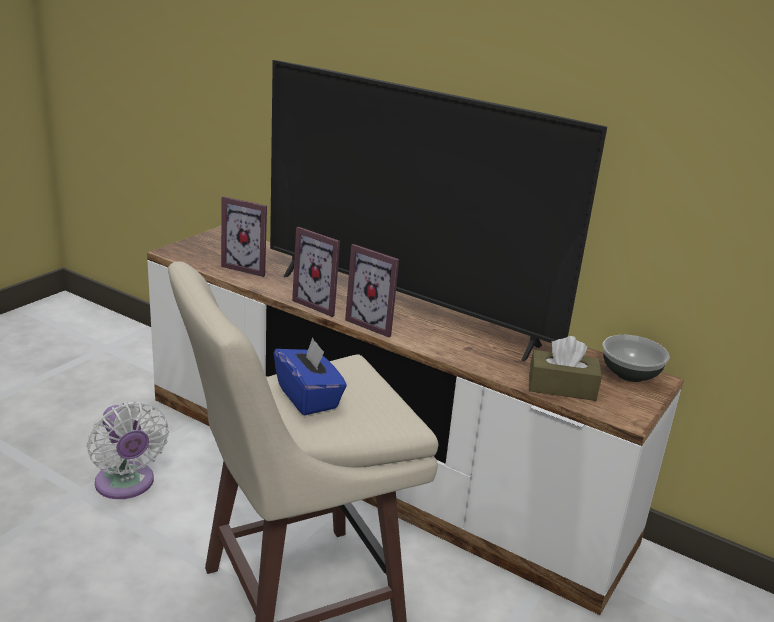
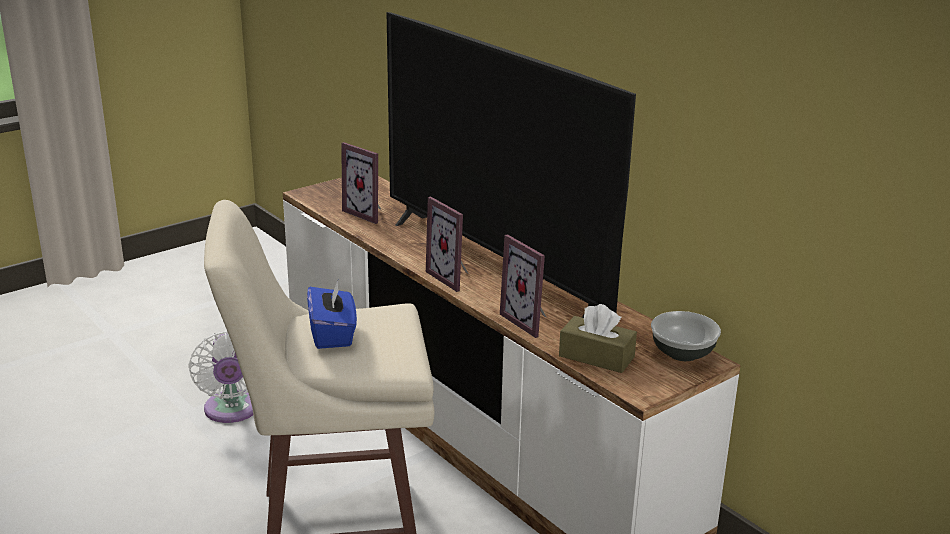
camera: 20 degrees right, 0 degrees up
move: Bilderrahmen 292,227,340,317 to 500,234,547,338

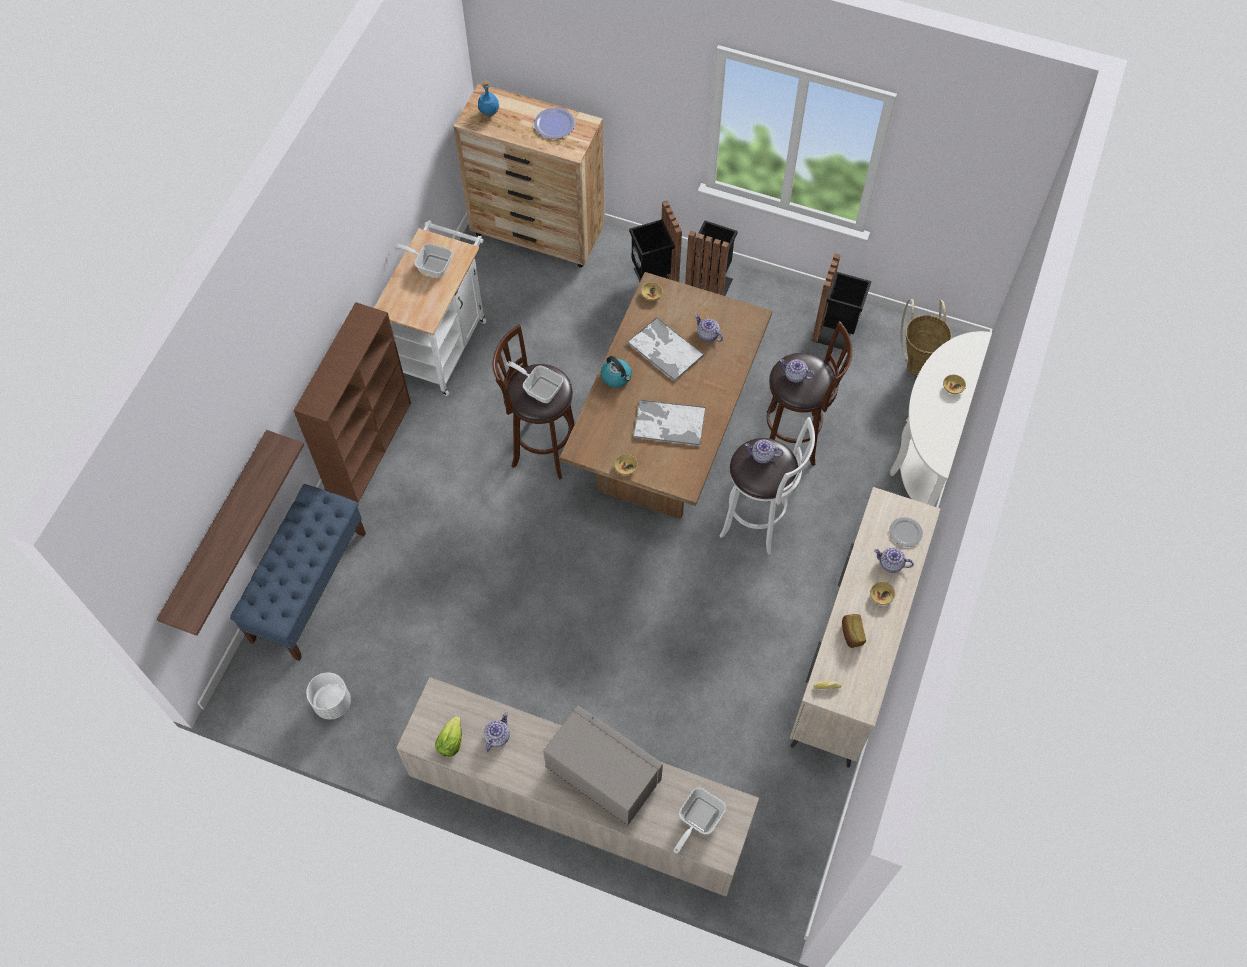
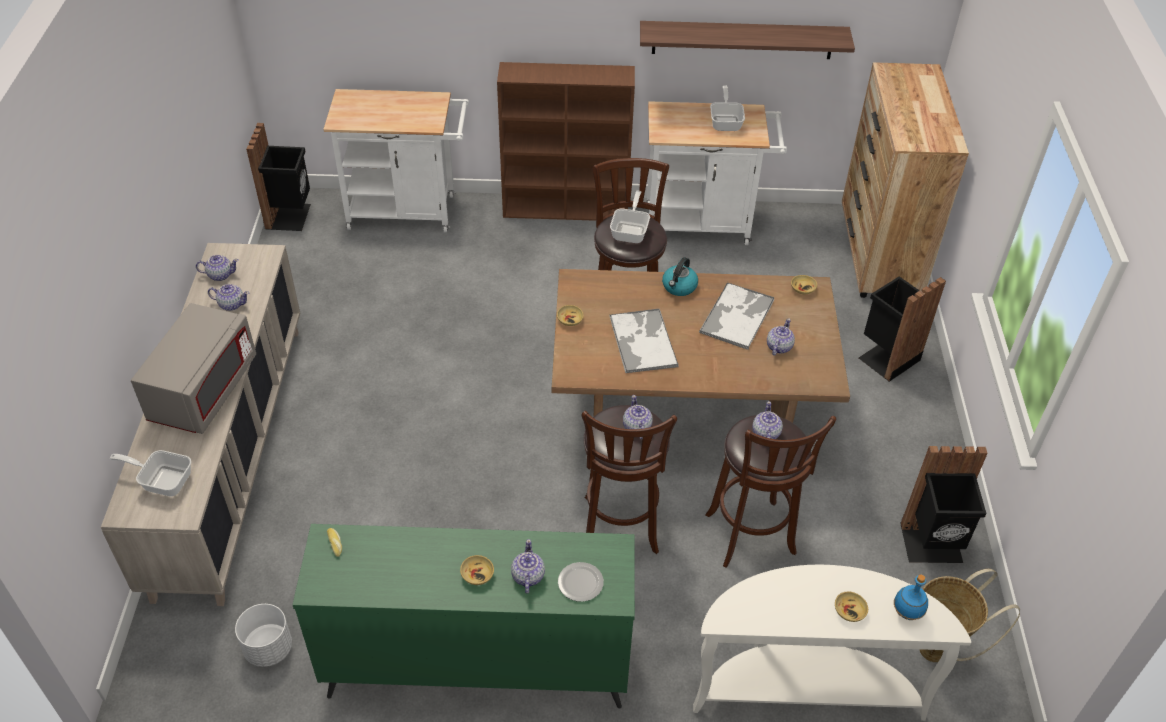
camera: 70 degrees right, 15 degrees down
delete: Teller 534,108,575,139; Brot 842,614,866,648
move: Pflanzkübel/weiß 306,672,351,719 to 235,604,292,667; Mülleimer/schwarz 685,221,738,296 to 246,123,311,231; Wandregal 157,430,304,636 to 640,21,855,59; Flasche/blau 478,81,499,117 to 894,575,928,620
replace: Salatkopf 435,716,462,757 to Teekanne 196,255,239,281; Bank/blau 230,484,366,661 to Rollwagen/weiß 323,89,469,233
recolor: Kommode/beige 790,487,940,768 to Kommode/grün 292,524,635,708; Hocker/weiß 719,417,815,555 to Hocker/braun 582,405,677,554

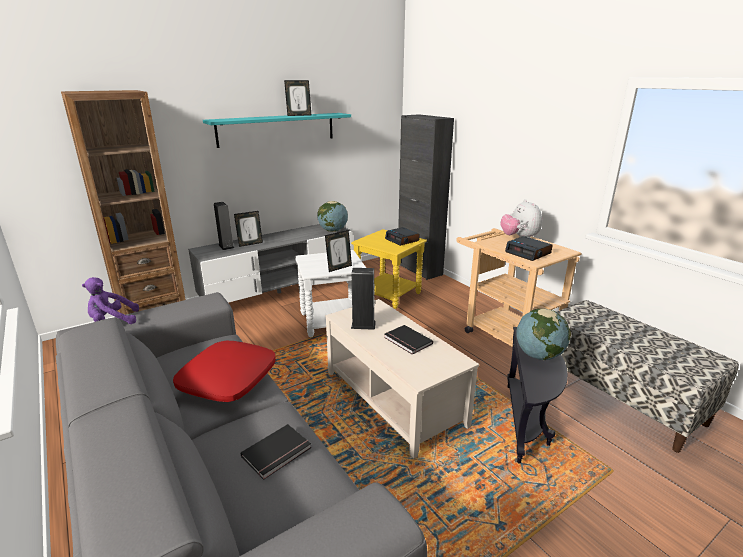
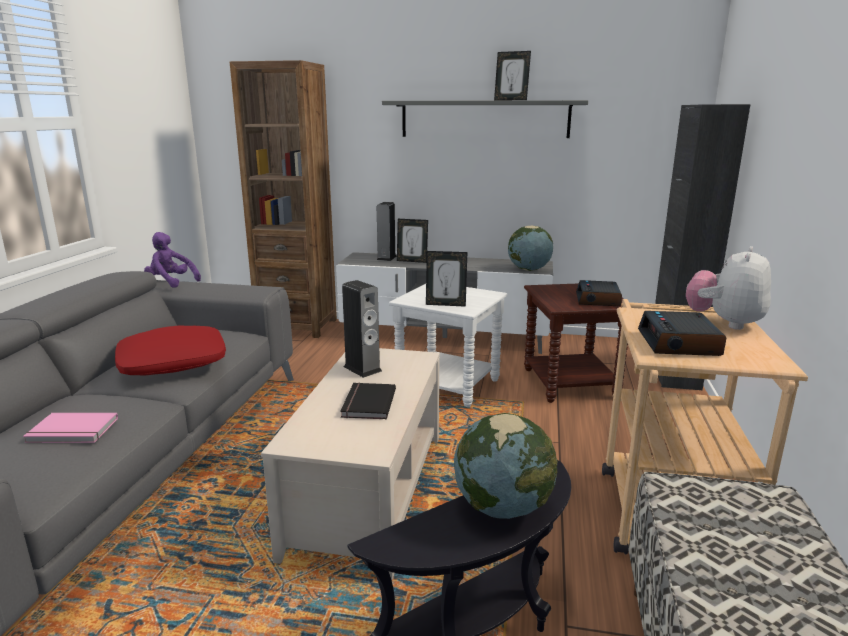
camera: 45 degrees right, 5 degrees down
recolor: Buch/schwarz 240,424,311,480 to Buch/rosa 23,413,118,443; Wandregal/türkis 203,113,351,148 to Wandregal/grau 382,100,588,138; Beistelltisch/gelb 351,229,427,309 to Beistelltisch/braun 524,283,628,403

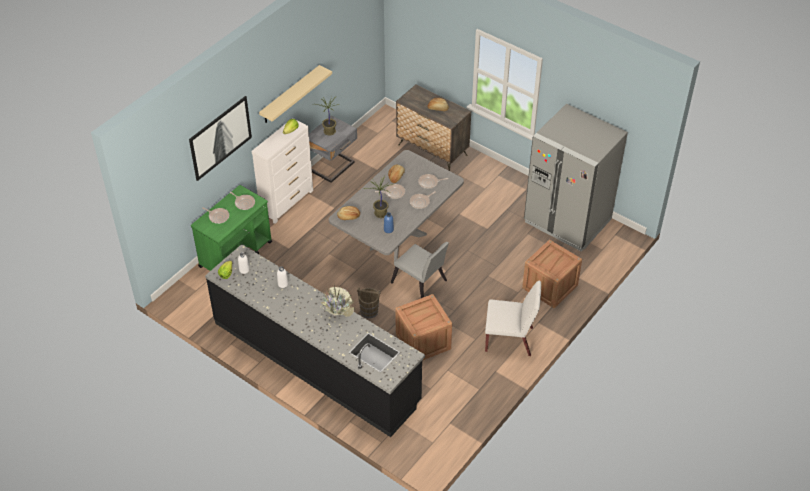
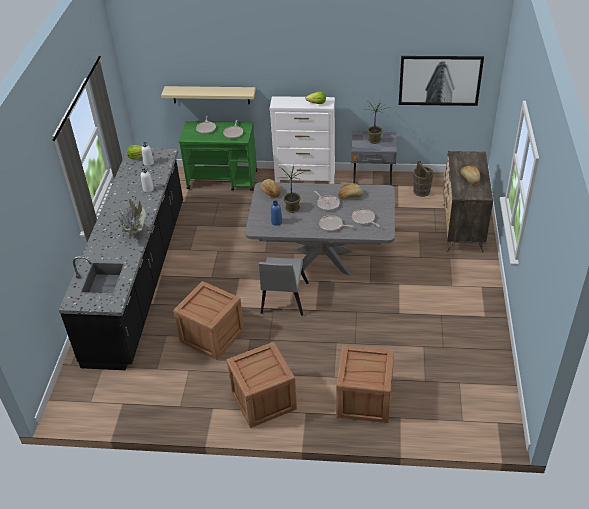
camera: 60 degrees right, 5 degrees down
delete: Kühlschrank/grau 524,103,628,252
move: Wandregal/beige 259,65,332,123 to 161,86,256,104; Bild 189,96,252,181 to 399,56,484,106; Eimer/braun 357,287,380,318 to 413,160,434,197
replace: Stuhl/weiß 485,280,541,356 to Kiste 227,342,297,428

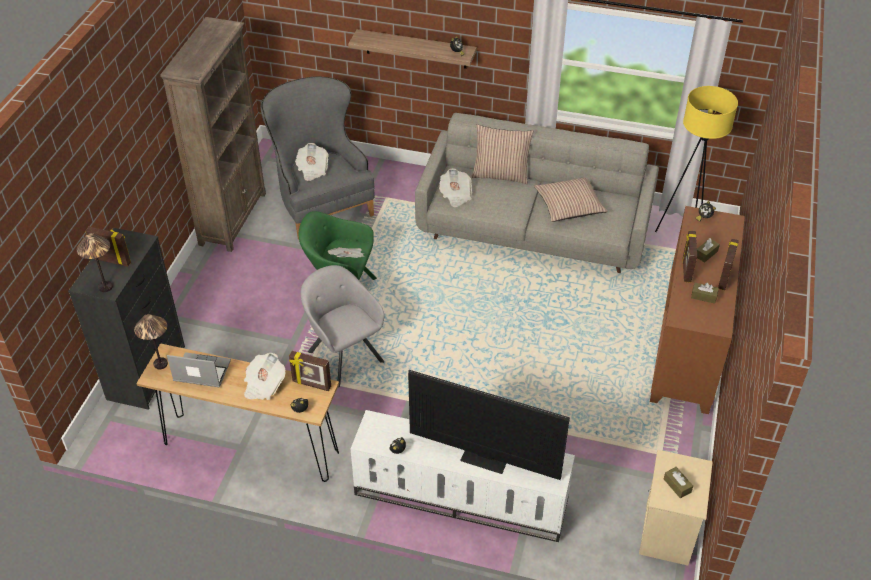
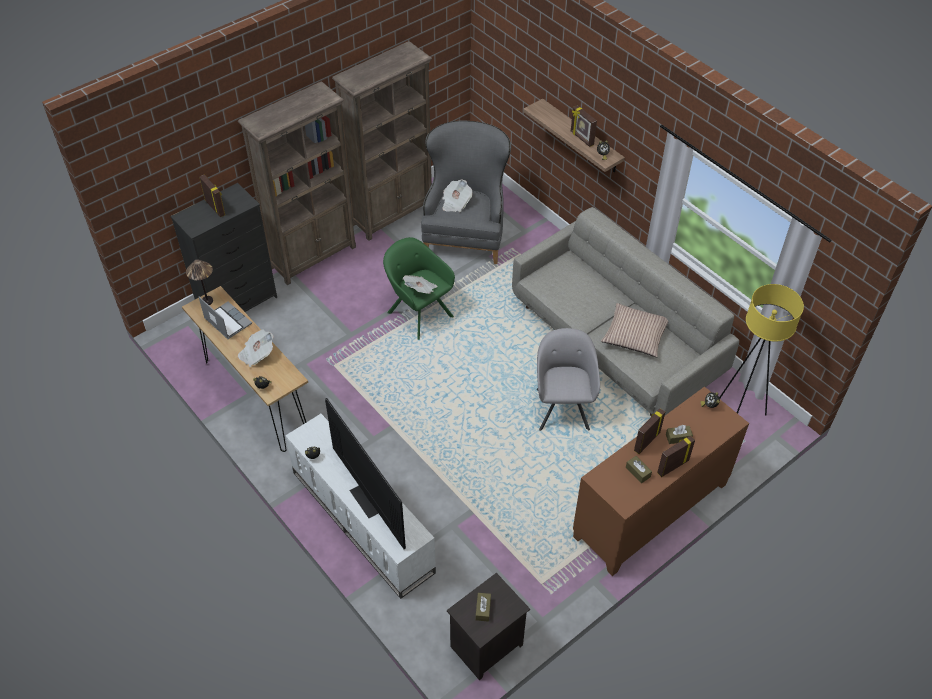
camera: 35 degrees right, 5 degrees up
delete: Tischlampe 77,233,113,292; Zeitung 439,168,472,207; Kissen 471,124,534,184
insert: Bücherregal/braun 238,81,356,285
move: Sessel/grau 301,265,385,388 to 537,328,600,431; Bilderrahmen 289,351,331,391 to 571,105,597,147
recolor: Nachttisch/beige 639,450,713,566 to Nachttisch/schwarz 447,573,530,680

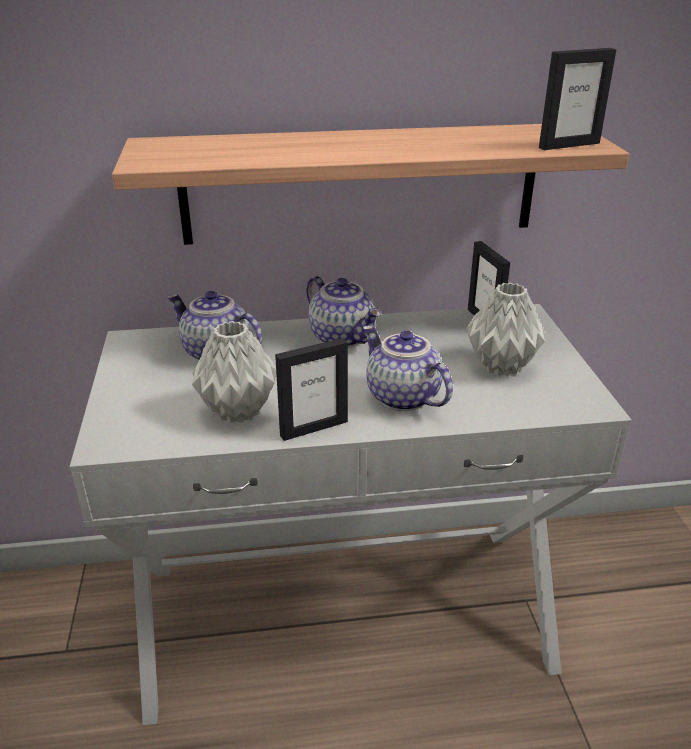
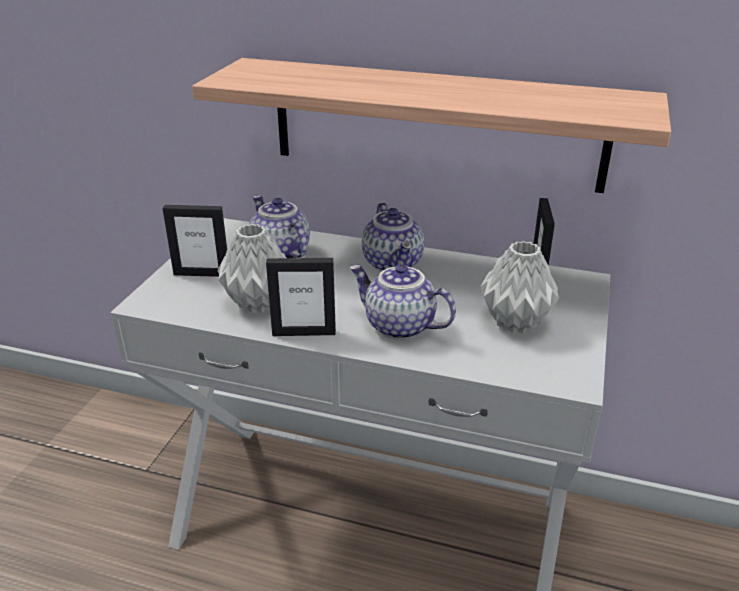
camera: 25 degrees right, 0 degrees up
move: Bilderrahmen 539,48,617,150 to 163,205,227,277
rotate: Teekanne 363,325,453,411 = 349,264,456,340 45 degrees counterclockwise

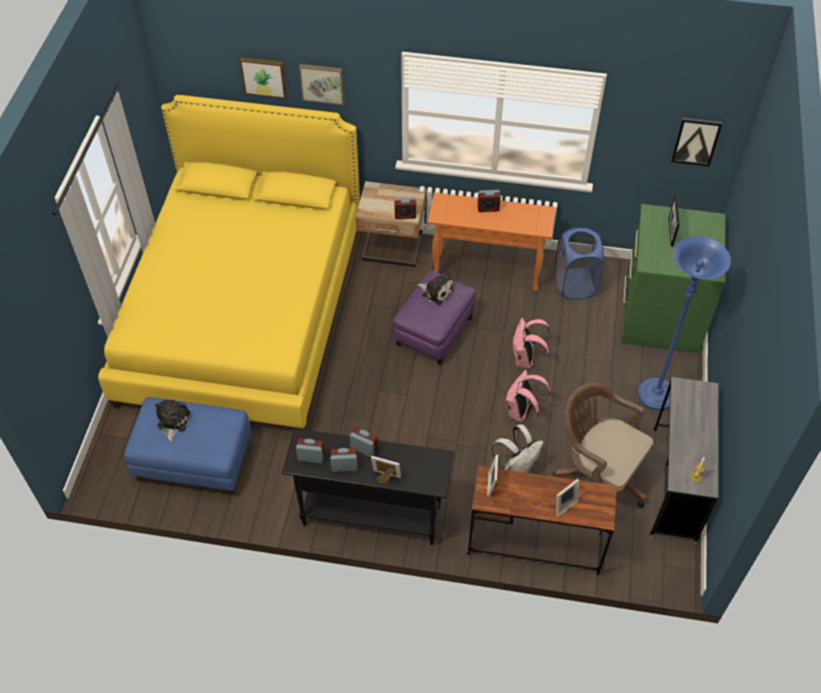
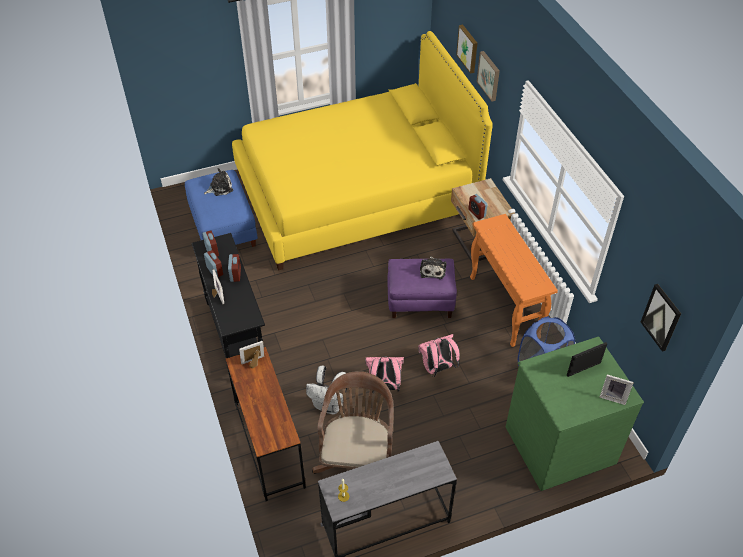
camera: 60 degrees right, 5 degrees down
delete: Wecker 477,190,501,212; Stehlampe/blau 638,236,731,411
move: Bilderrahmen 556,479,579,517 to 600,375,634,405

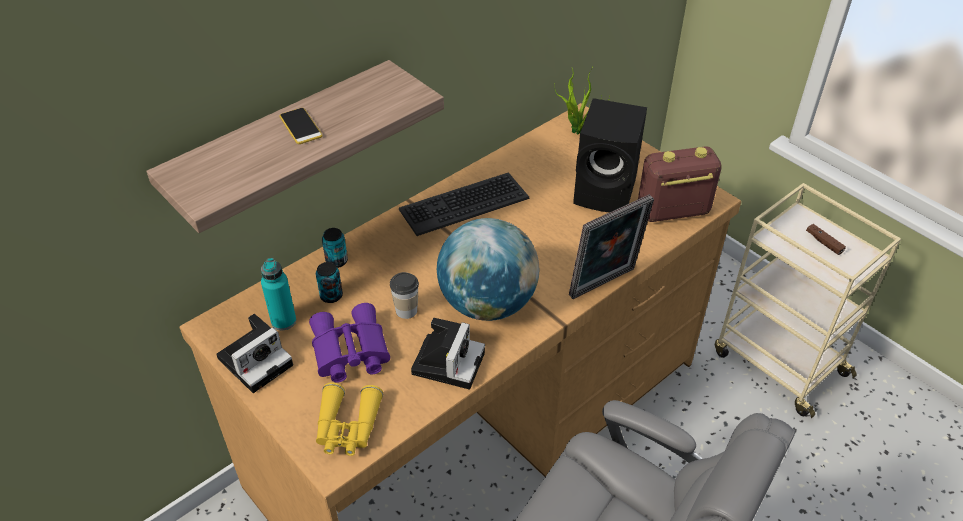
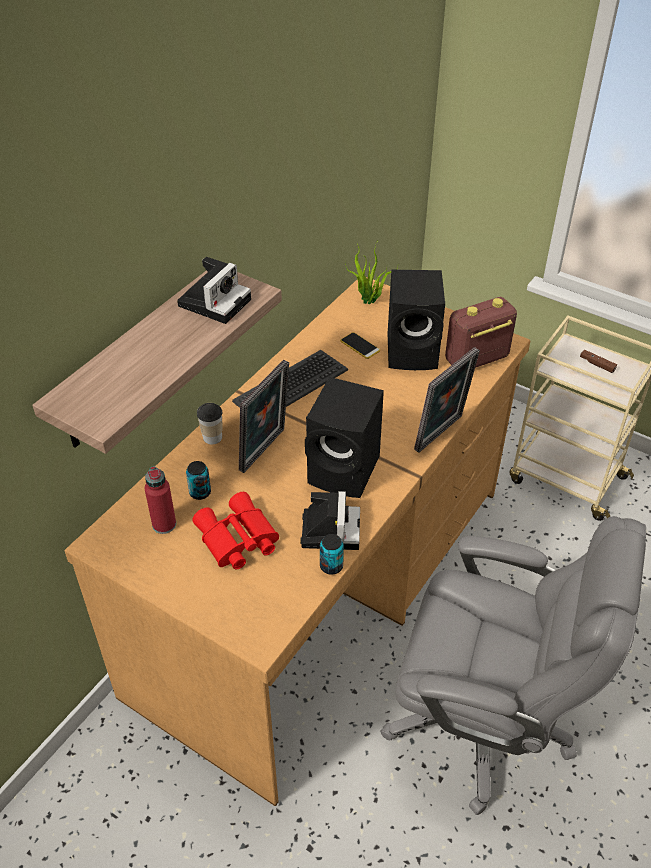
camera: 15 degrees left, 0 degrees up
delete: Fernglas/gelb 316,382,383,456
insert: Bilderrahmen 239,360,289,473
move: Kamera 216,314,293,393 to 177,257,251,324; Tasse 390,272,419,319 to 197,403,222,444; Dose 322,228,348,268 to 320,534,344,575; Handy 279,108,323,144 to 340,332,380,359
replace: Globus 437,218,539,321 to Lautsprecher/schwarz 305,377,384,498
recolor: Flasche/türkis 261,258,296,330 to Flasche/rot 145,466,176,534; Fernglas/lila 309,303,390,383 to Fernglas/rot 192,492,279,570

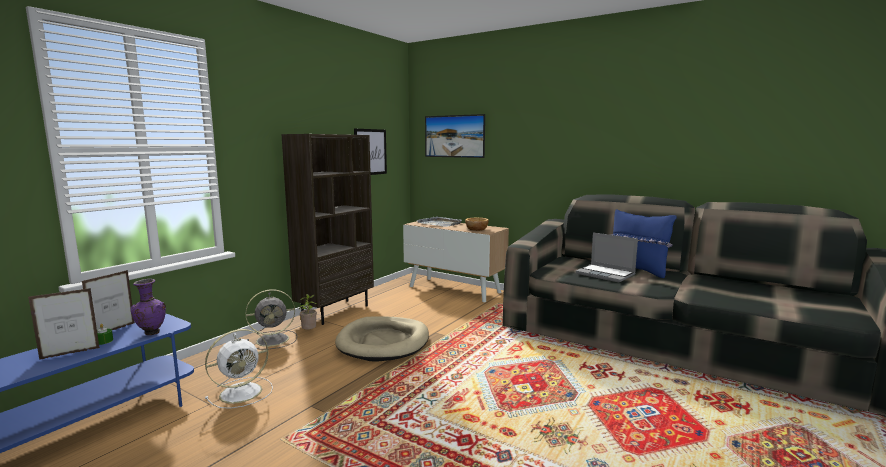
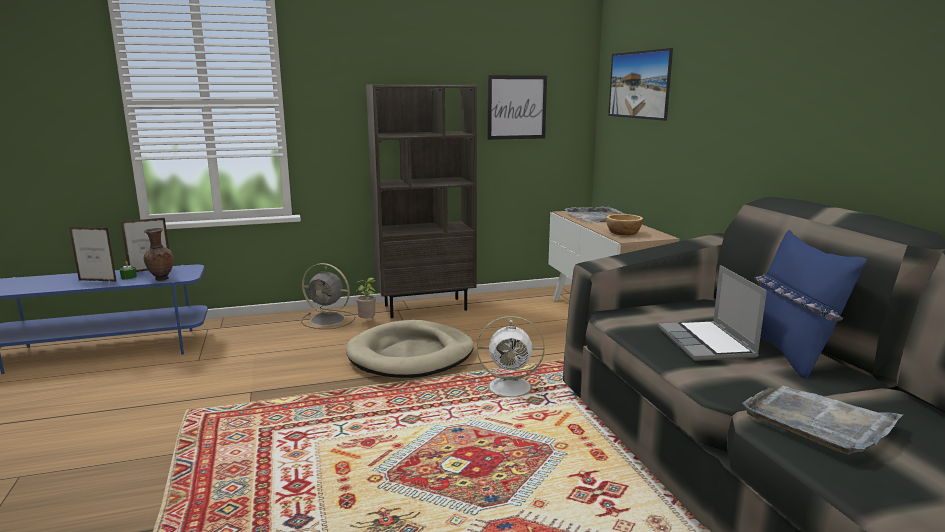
camera: 40 degrees right, 5 degrees up
insert: Tablett/grau 742,386,903,455
move: Ventilator/weiß 205,329,273,409 to 475,316,545,402
recolor: Vase/lila 131,279,166,335 to Vase/braun 144,228,174,281

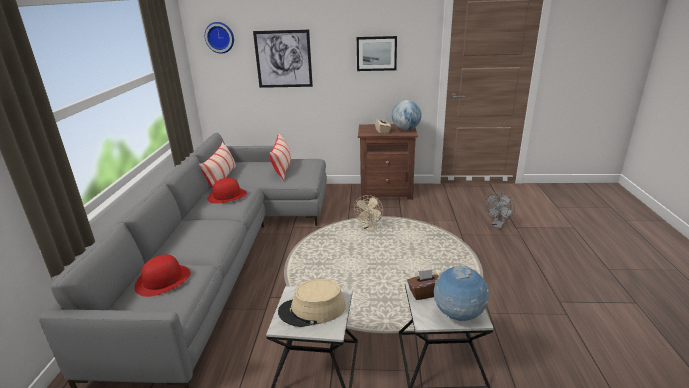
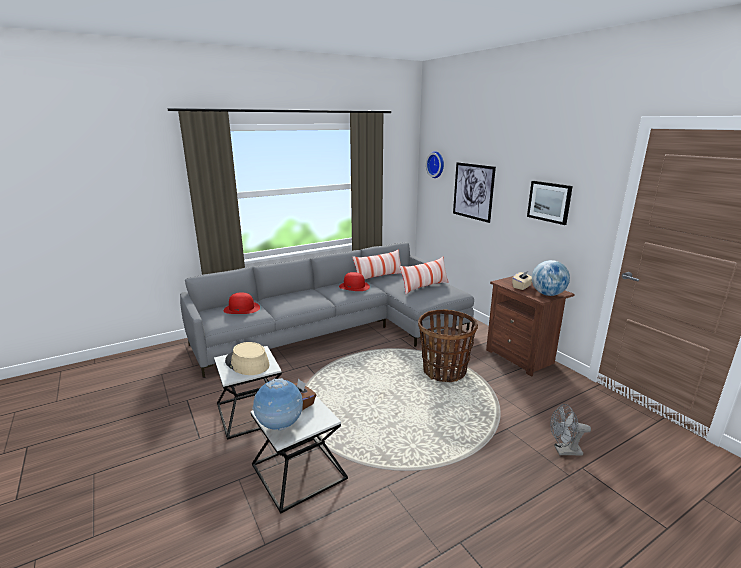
camera: 55 degrees right, 5 degrees down
replace: Ventilator/beige 354,195,383,231 to Korb 418,309,478,382

